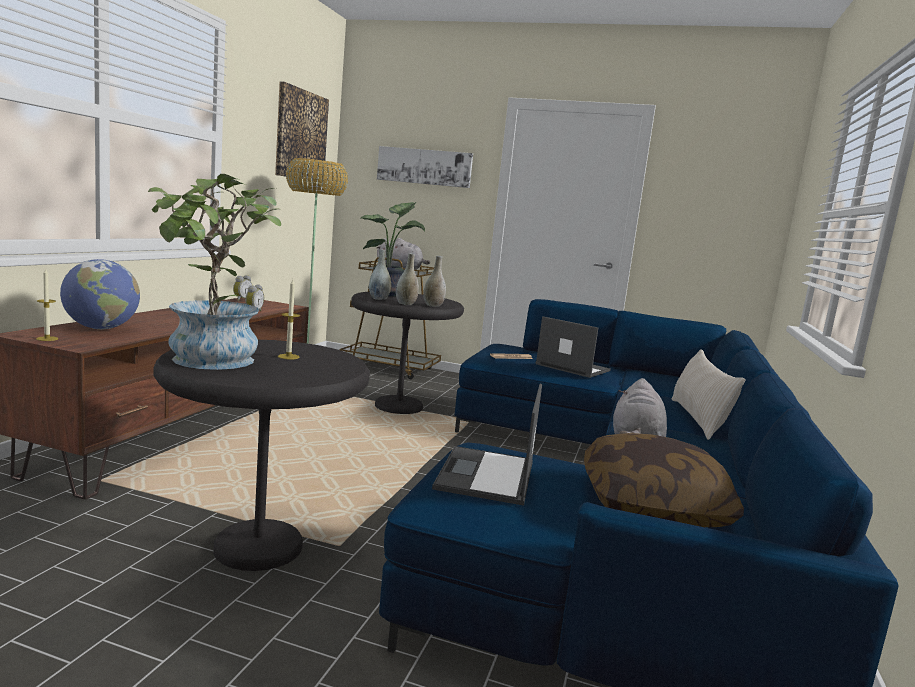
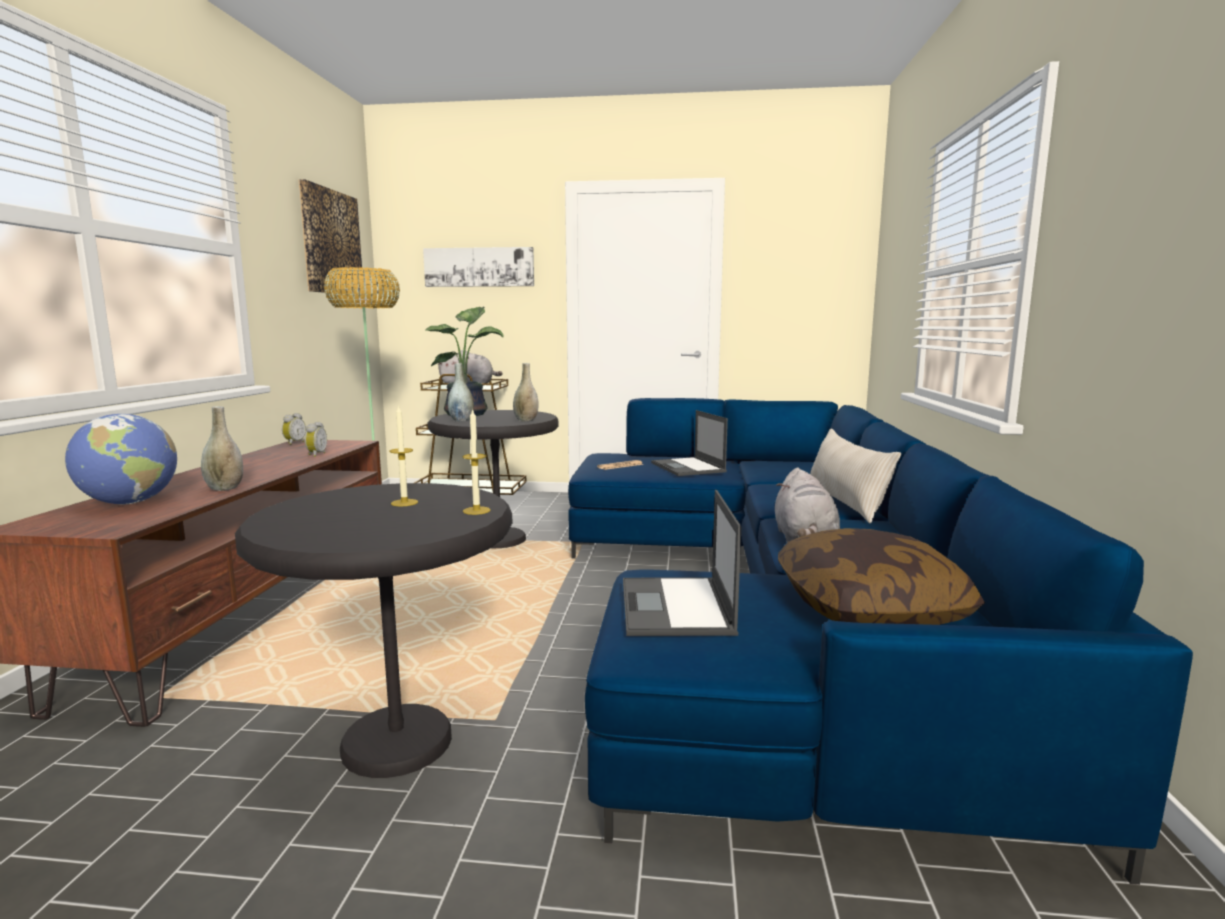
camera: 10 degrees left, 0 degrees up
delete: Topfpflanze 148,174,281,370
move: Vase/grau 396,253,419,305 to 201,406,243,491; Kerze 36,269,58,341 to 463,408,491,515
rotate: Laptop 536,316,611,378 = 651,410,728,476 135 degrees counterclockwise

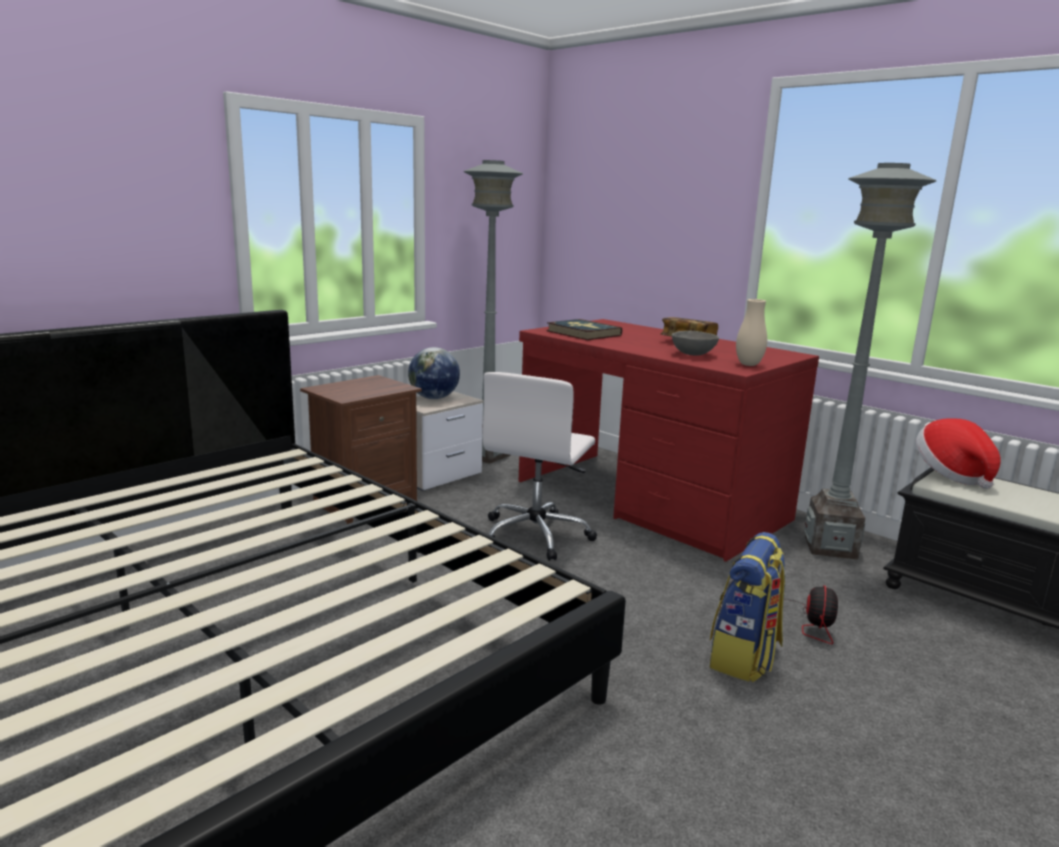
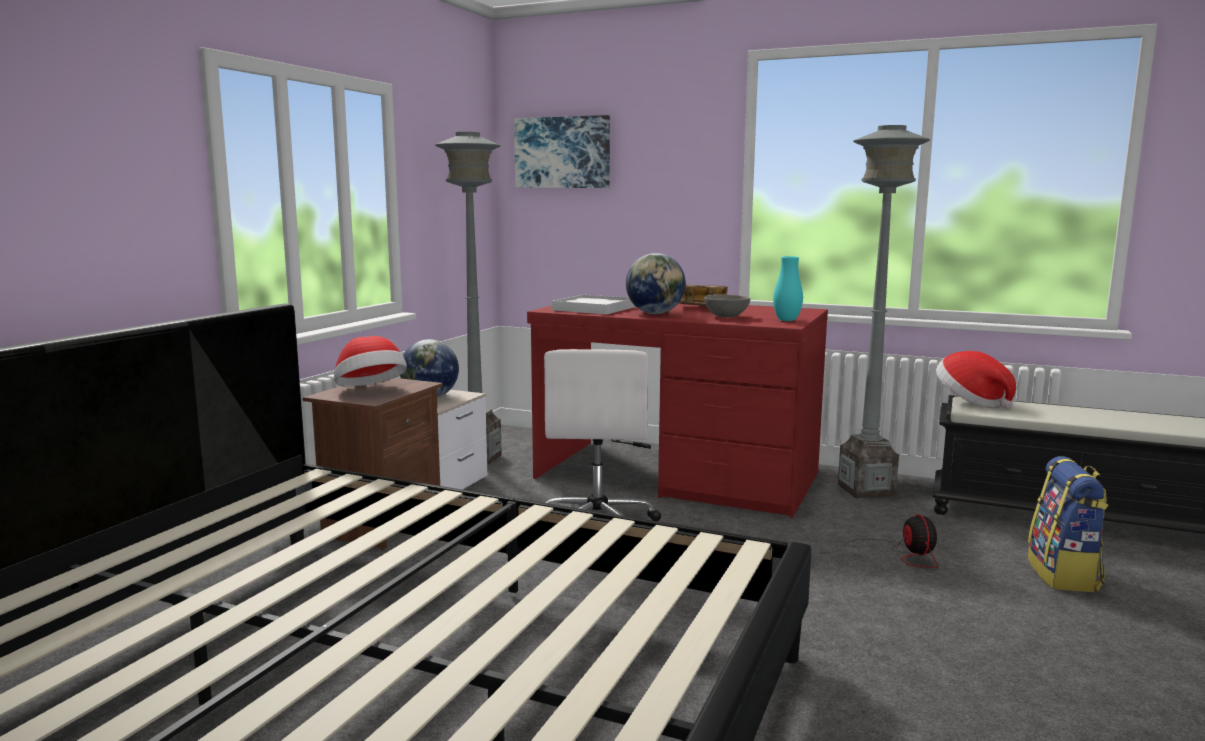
camera: 20 degrees left, 5 degrees down
insert: Hut 334,336,407,387; Bild 514,115,610,188; Globus 626,253,686,314
move: Rucksack 710,532,786,683 to 1028,456,1109,592
replace: Buch 546,319,622,340 to Tablett/weiß 552,295,635,315
recolor: Vase/beige 736,299,767,366 to Vase/türkis 773,256,803,321

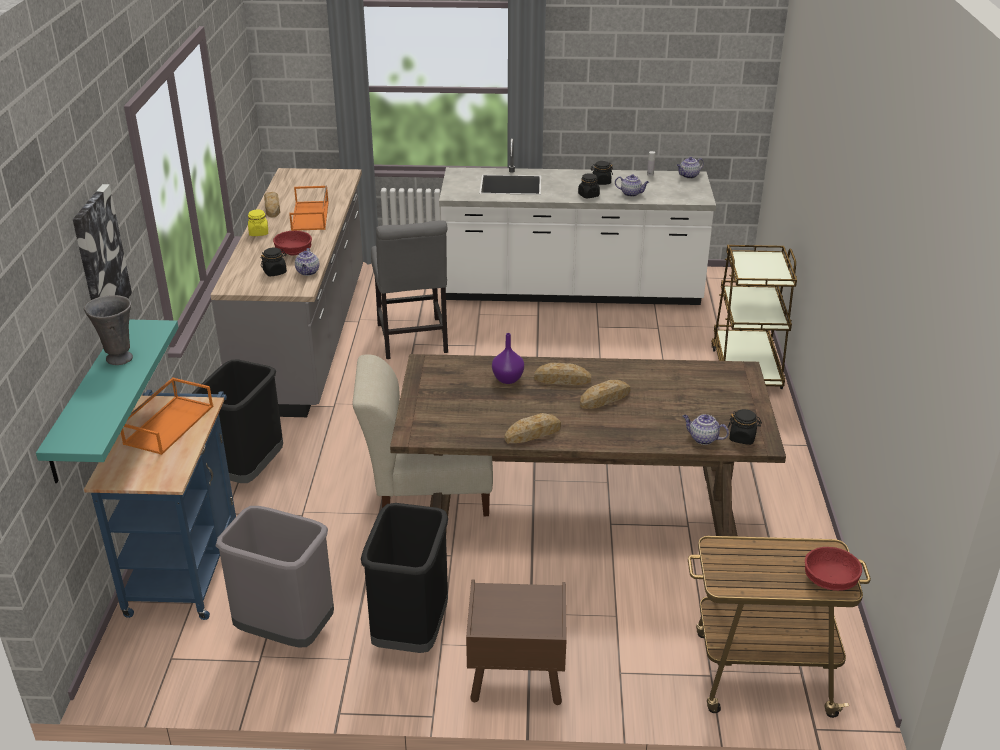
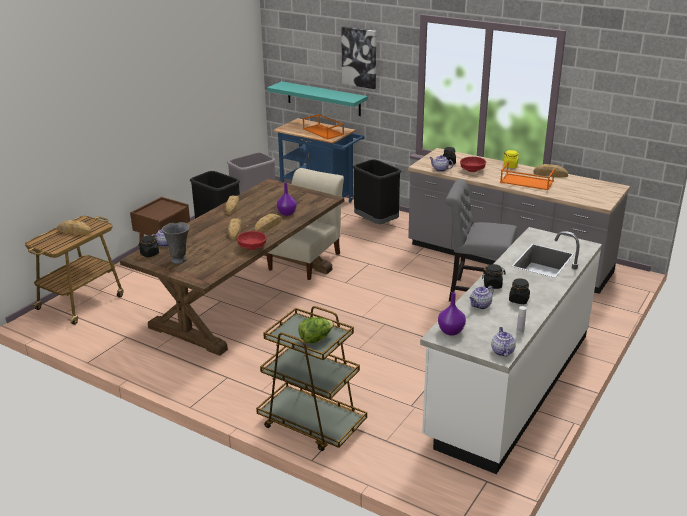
camera: 120 degrees right, 5 degrees down
insert: Brot 57,220,91,235; Salatkopf 298,317,334,343; Vase/lila 438,292,466,336
move: Vase/grau 84,295,133,365 to 162,222,190,264; Schüssel/rot 805,547,862,591 to 237,231,267,250

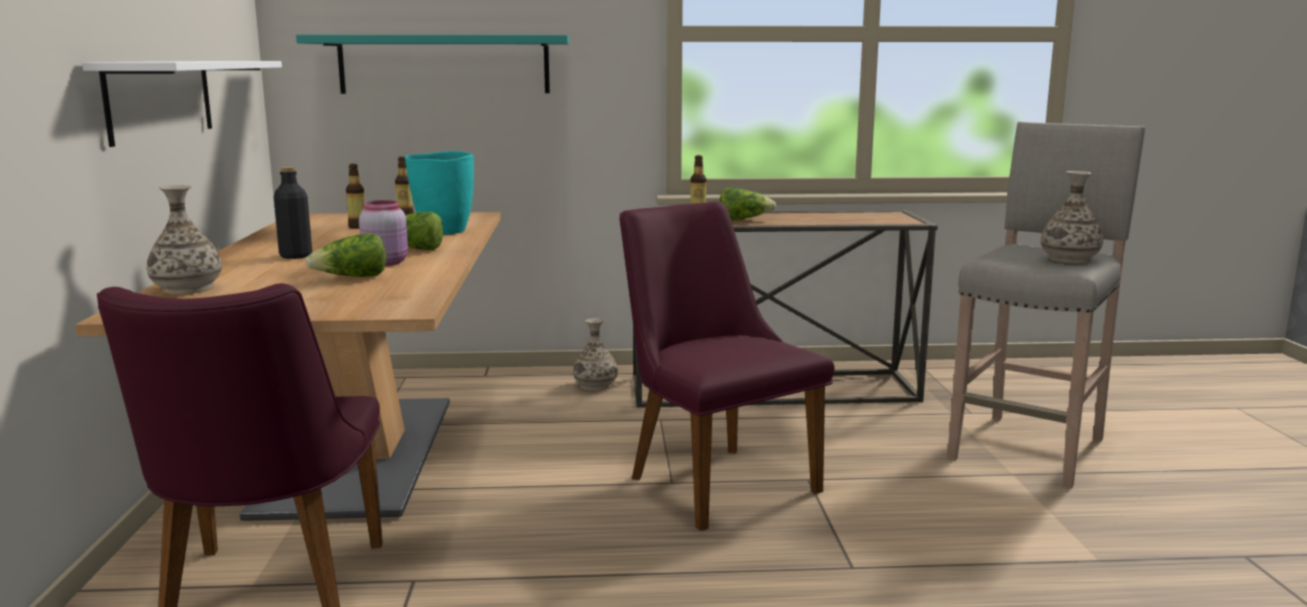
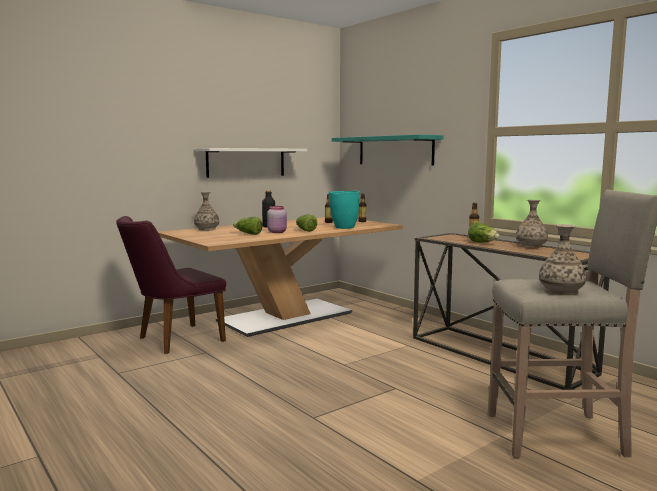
camera: 55 degrees right, 5 degrees down
delete: Stuhl/lila 620,202,835,531
move: Vase 573,318,618,391 to 516,200,548,248

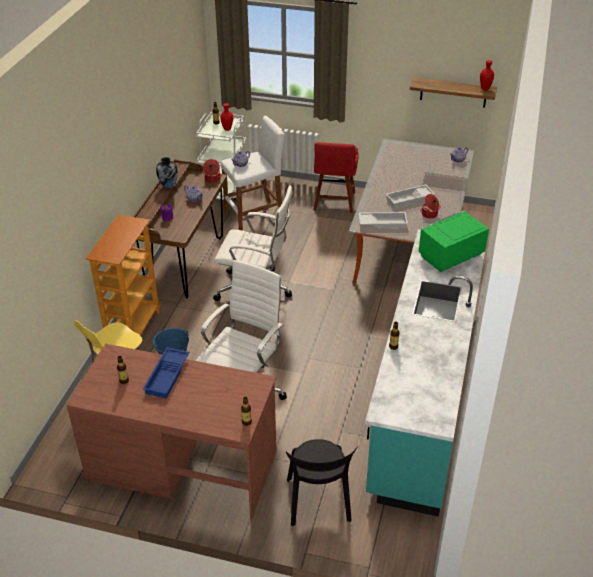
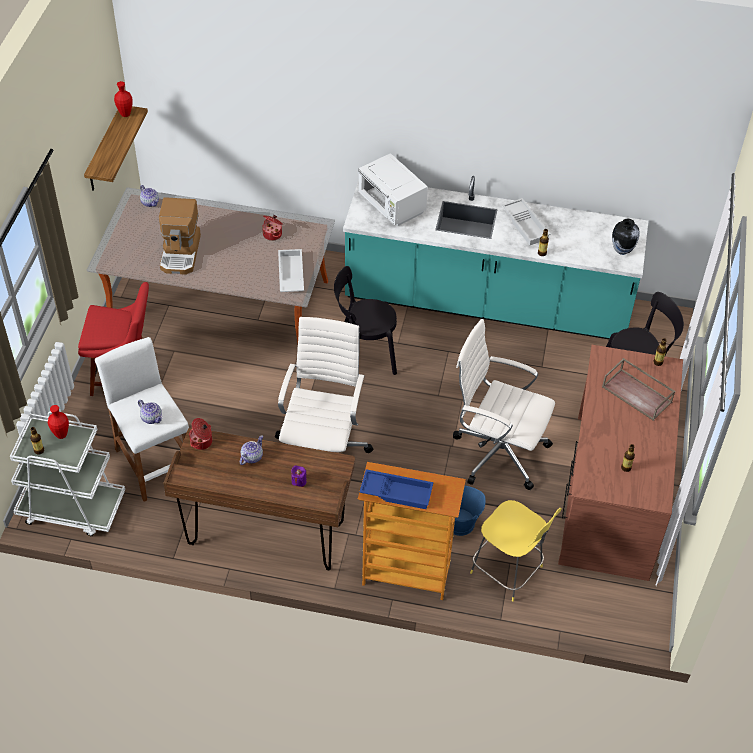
camera: 95 degrees left, 10 degrees up
insert: Kaffeemaschine 159,197,201,275; Stuhl/schwarz 334,266,397,375; Tablett/braun 602,358,676,421
move: Tablett/blau 143,347,189,399 to 359,469,434,509; Tablett/weiß 386,184,435,208 to 502,198,551,245; Vase 156,157,178,188 to 612,219,640,255
recolor: Mikrowelle/grün 419,211,489,272 to Mikrowelle/weiß 358,153,428,226

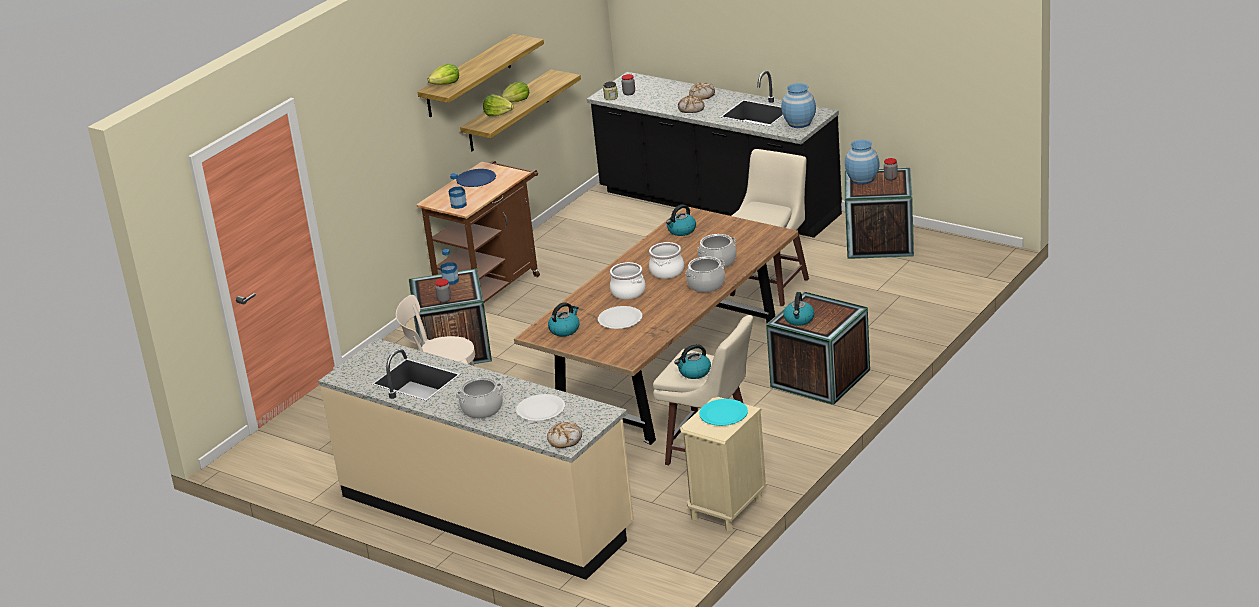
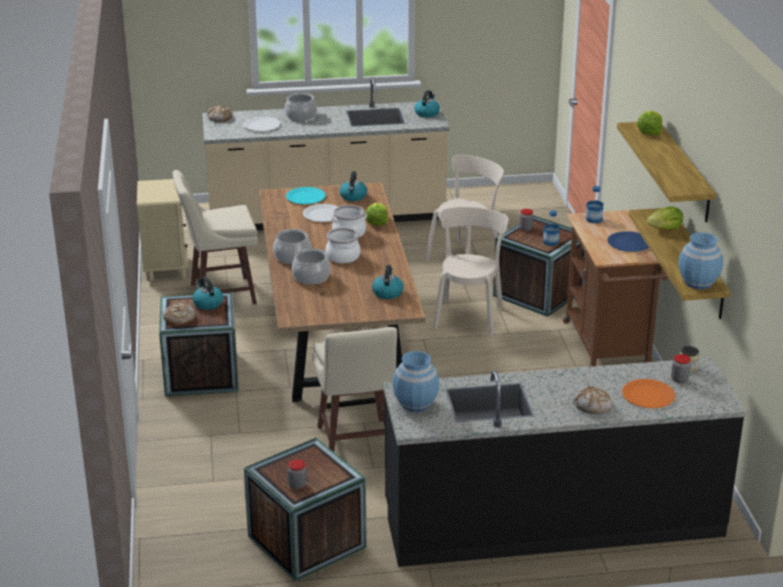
camera: 135 degrees right, 0 degrees up
insert: Stuhl/beige 433,207,509,335; Teller/orange 622,379,675,408
move: Brot 678,95,704,113 to 163,302,196,325; Teller/türkis 699,399,748,426 to 286,187,326,204; Salatkopf 501,82,529,102 to 365,202,388,225; Wasserkessel 674,344,711,379 to 415,90,440,117; Vase/blau 845,140,880,185 to 678,232,723,289

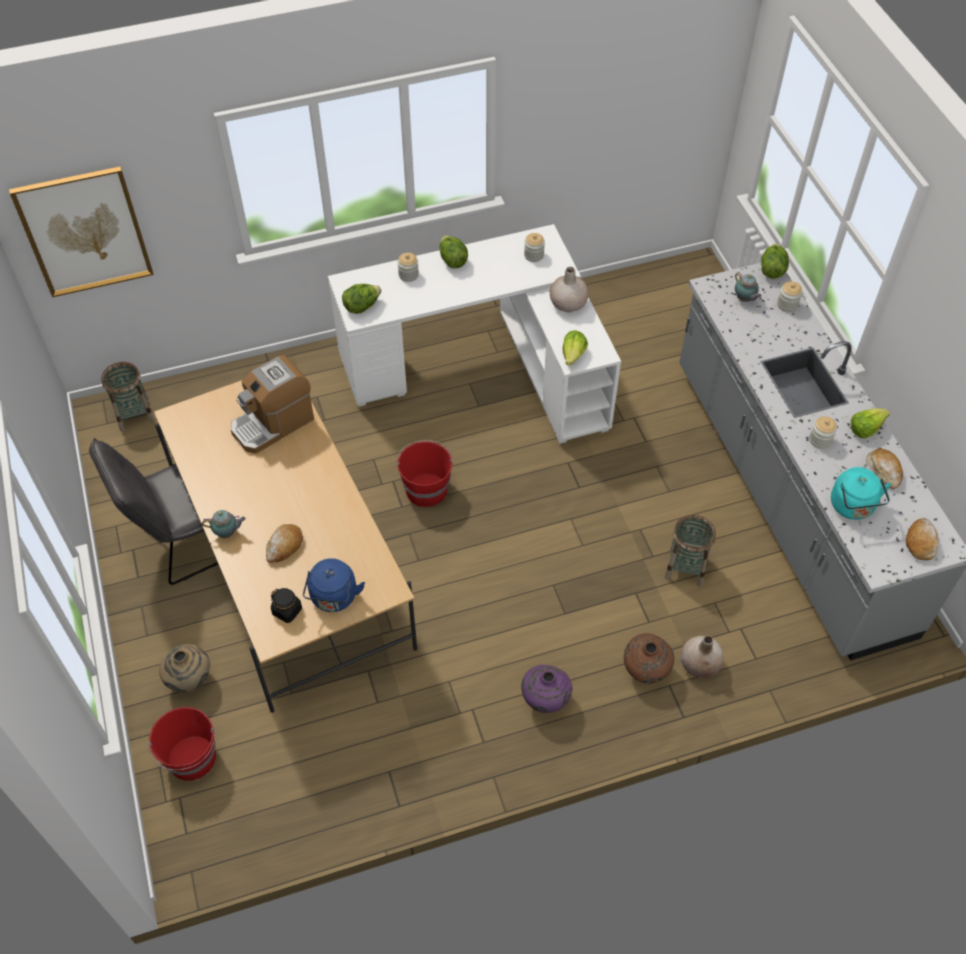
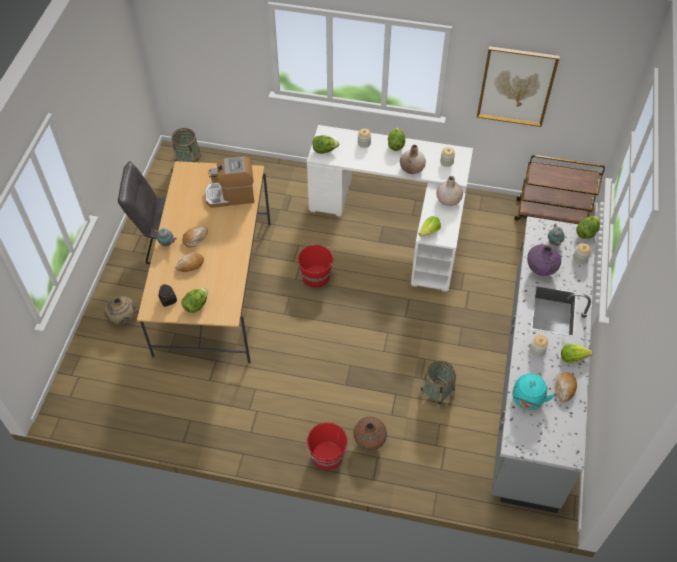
camera: 30 degrees right, 0 degrees up
insert: Rollwagen/braun 514,155,605,224
move: Brot 906,518,939,560 to 182,226,208,248; Eimer/rot 148,707,216,781 to 305,422,348,470; Vase/beige 681,636,724,678 to 400,145,426,174; Bild 9,166,154,297 to 477,46,560,127; Vase/lila 521,665,572,713 to 527,244,561,276
replace: Wasserkessel/blau 303,558,365,612 to Salatkopf 182,288,208,313

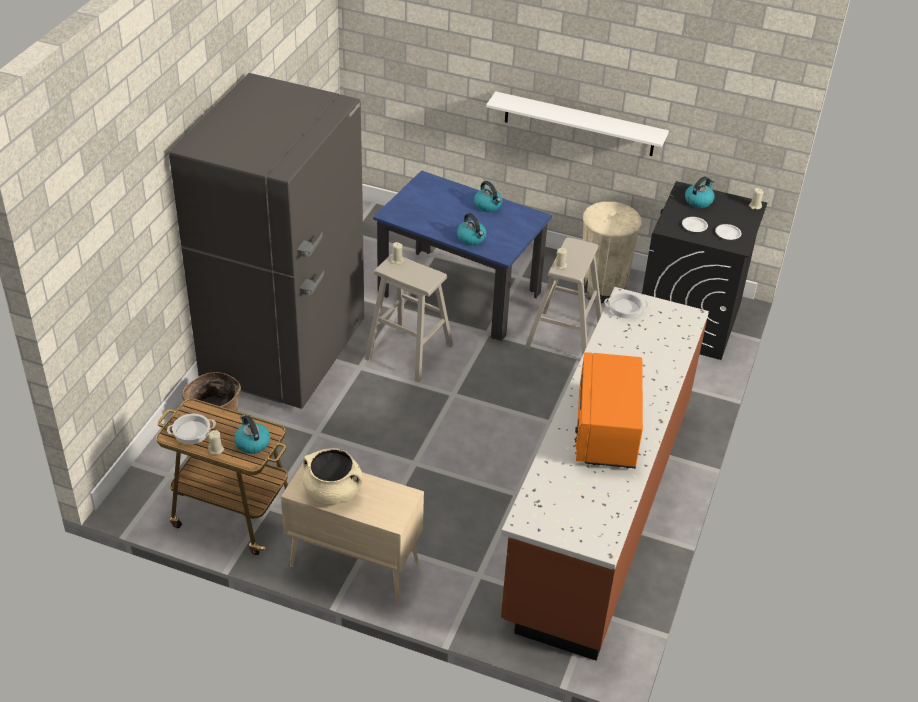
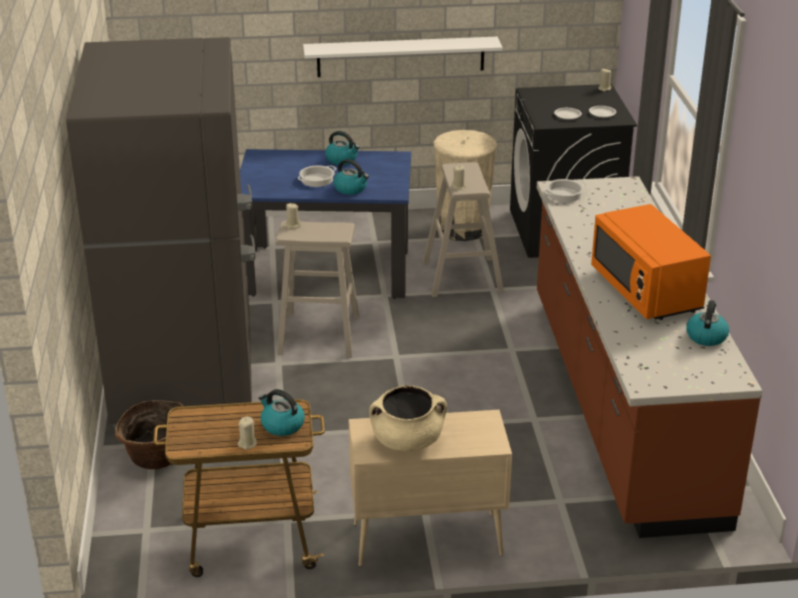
camera: 25 degrees left, 10 degrees down
move: Kochtopf 167,414,216,444 to 298,165,337,187; Wasserkessel 685,176,715,208 to 686,300,729,346

